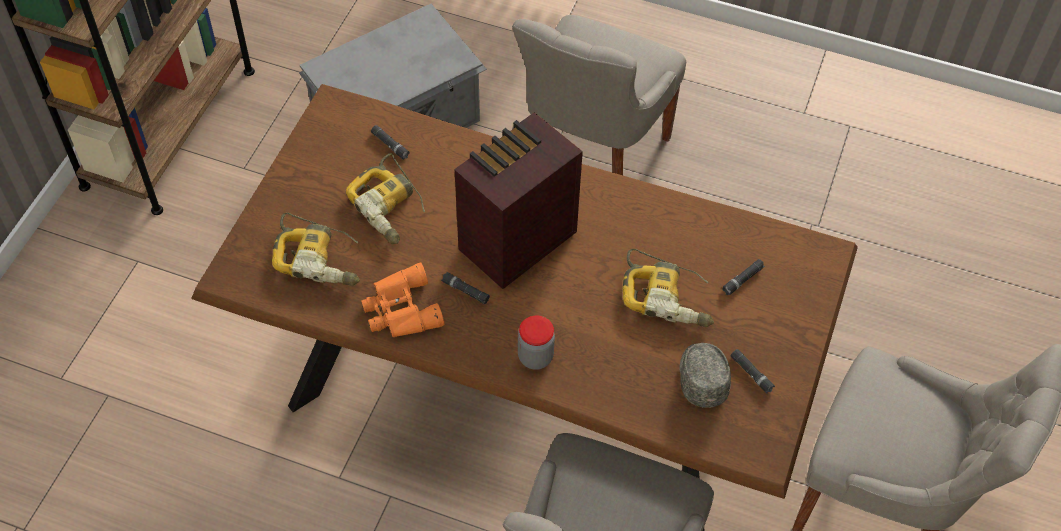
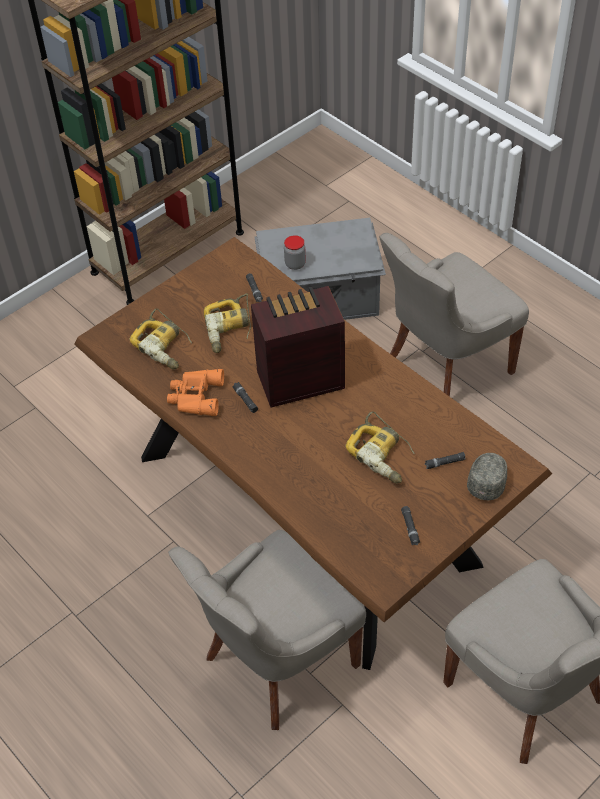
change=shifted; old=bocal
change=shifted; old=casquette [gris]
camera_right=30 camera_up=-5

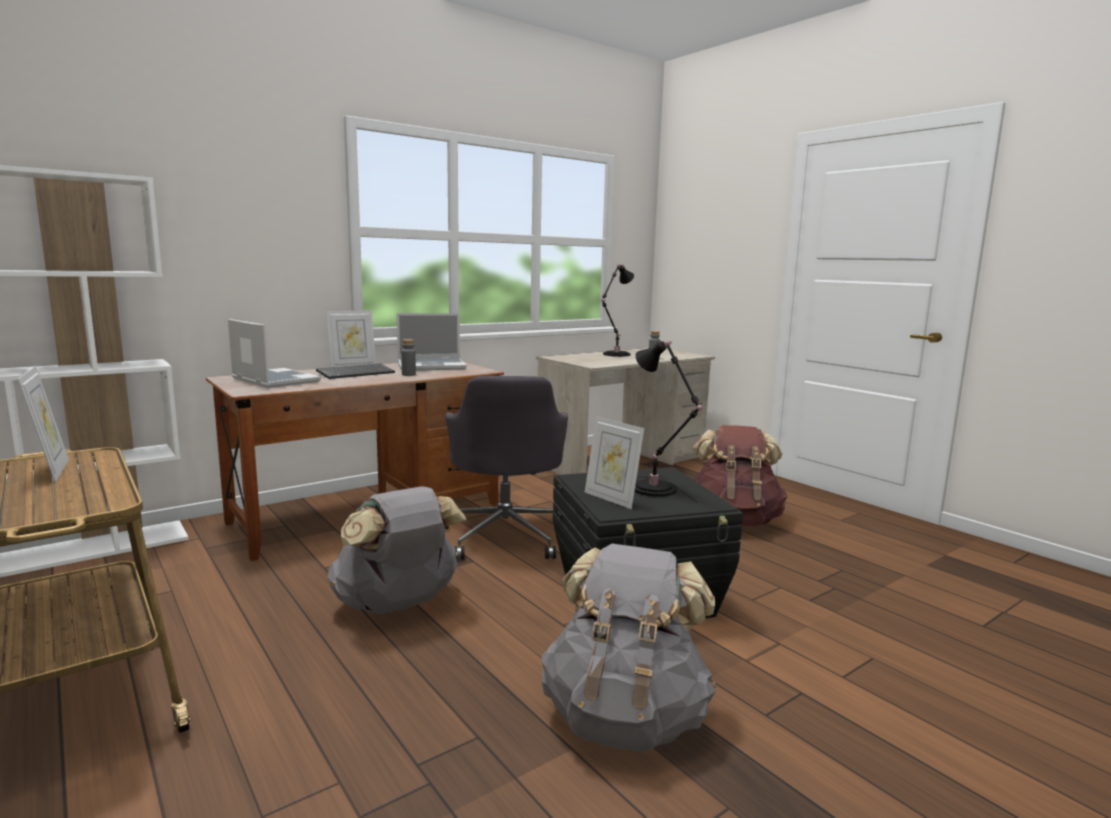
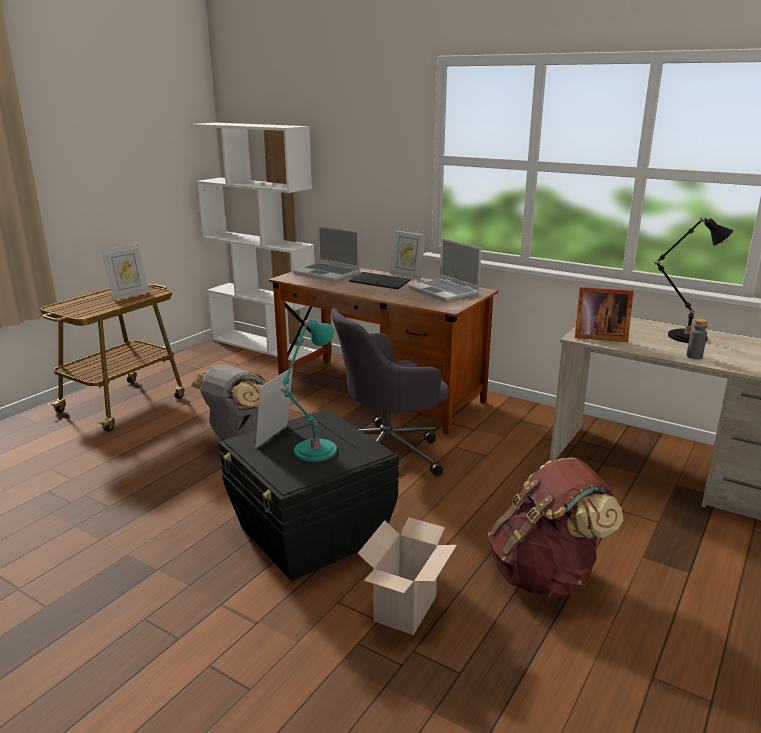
change=rotated; old=ordinateur portable (no. 1 from left); degrees=105
change=gone; old=bouteille [gris] (no. 1 from left)
change=gone; old=sac à dos [gris] (no. 2 from left)
change=repainted; old=lampe de table [noir] (no. 2 from left); new=lampe de table [turquoise]
change=new; new=carton
change=new; new=cadre photo (no. 4 from left)
camera_right=70 camera_up=10

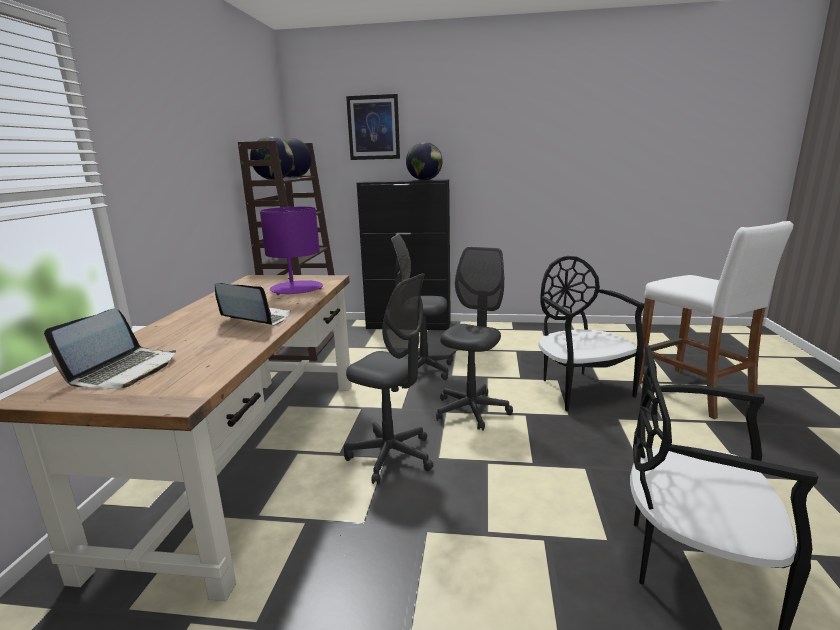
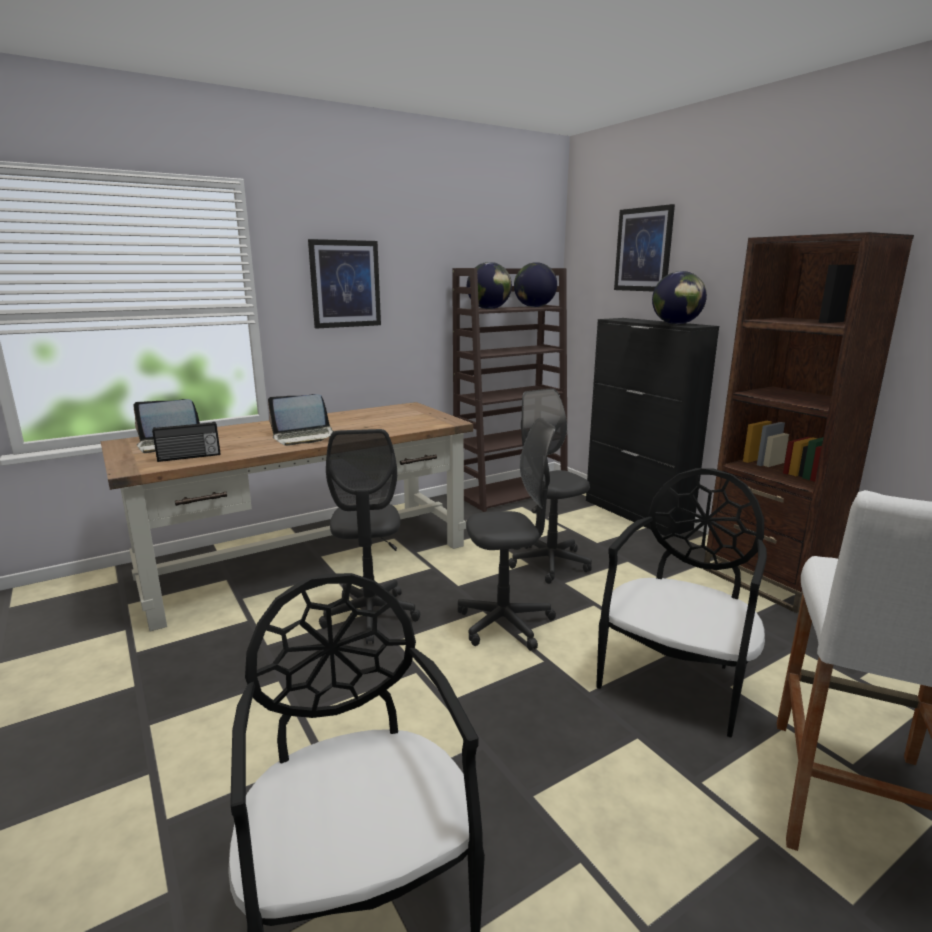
change=rotated; old=ordinateur portable (no. 2 from left); degrees=90
change=gone; old=lampe de table [violet]
change=new; new=radio
change=new; new=tableau (no. 1 from left)
change=new; new=bibliothèque [marron] (no. 2 from left)
camera_right=50 camera_up=0

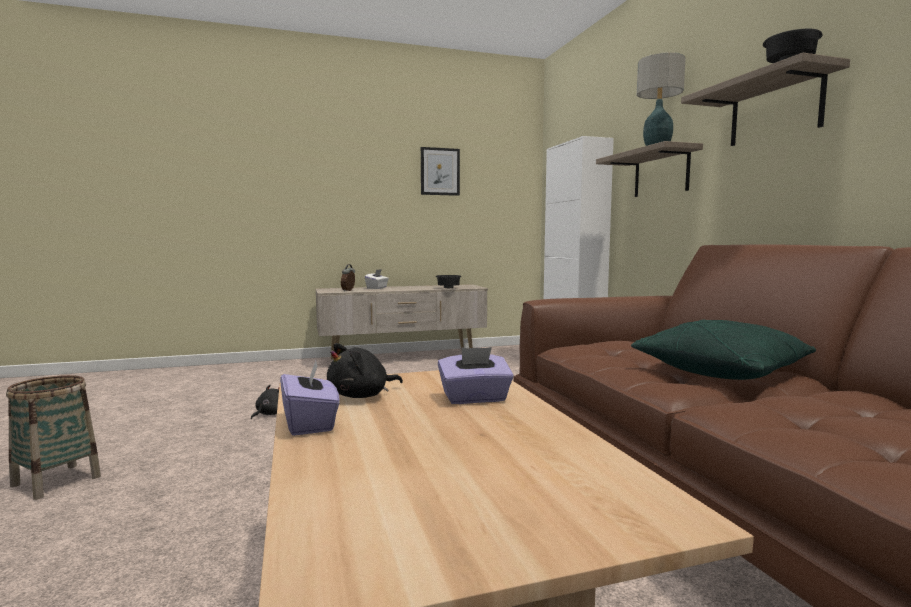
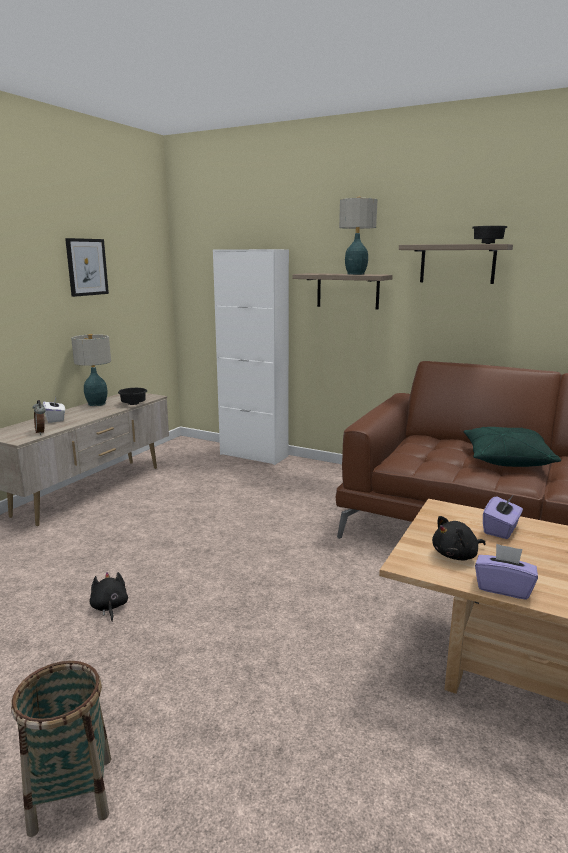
change=rotated; old=peluche [noir] (no. 2 from left); degrees=60
change=new; new=lampe de table (no. 1 from left)
camera_right=-45 camera_up=10

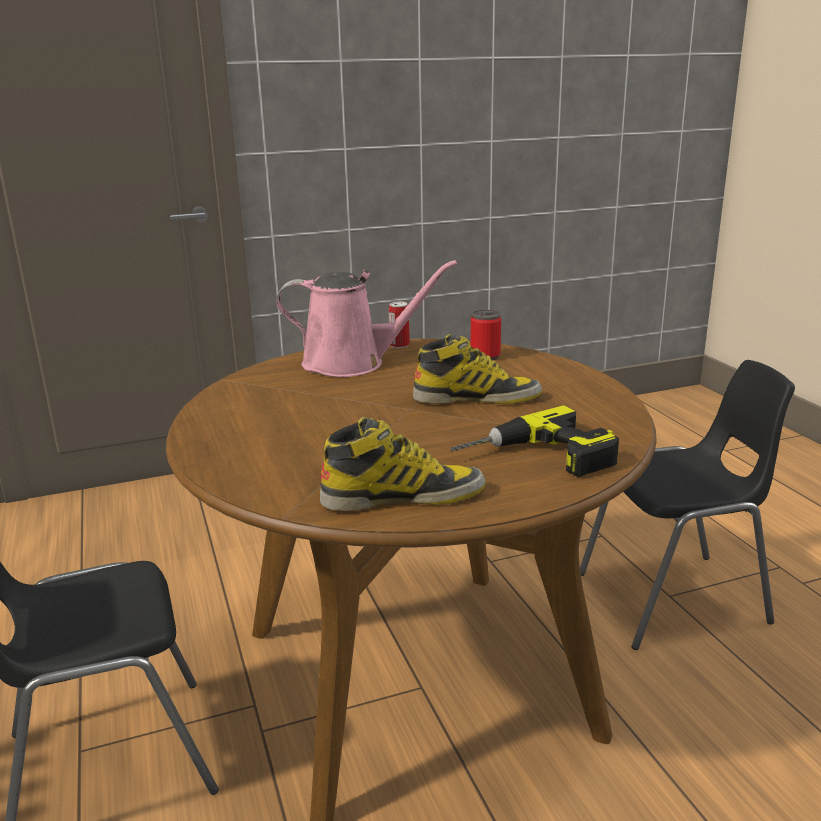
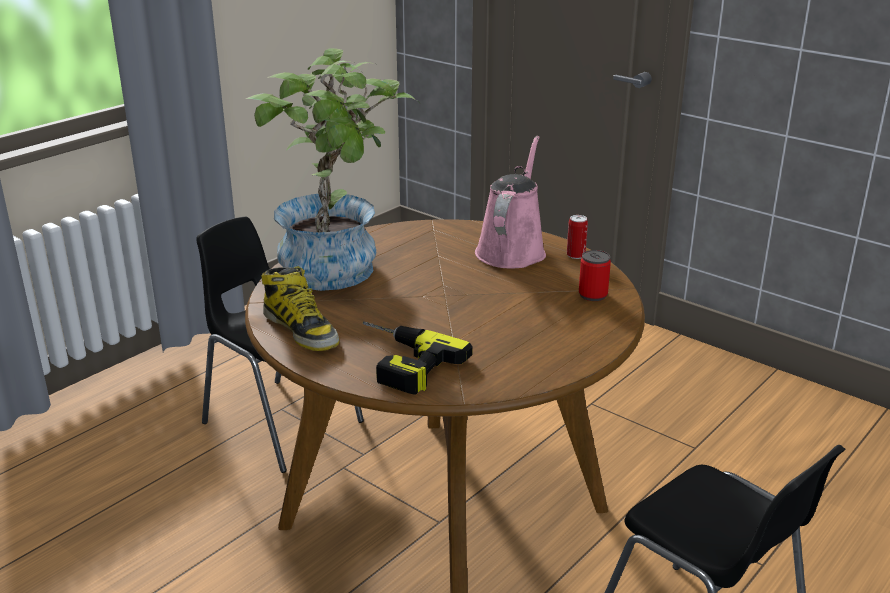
change=rotated; old=arrosoir [rose]; degrees=-135
change=gone; old=botte (no. 2 from left)
change=new; new=plante en pot
camera_right=60 camera_up=5

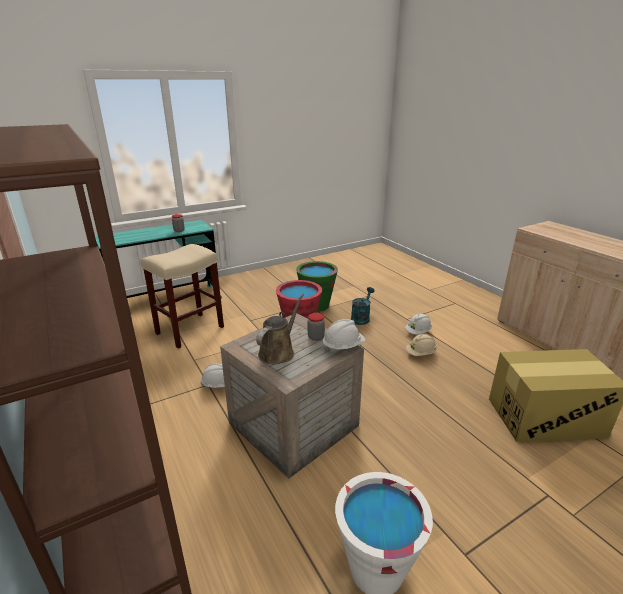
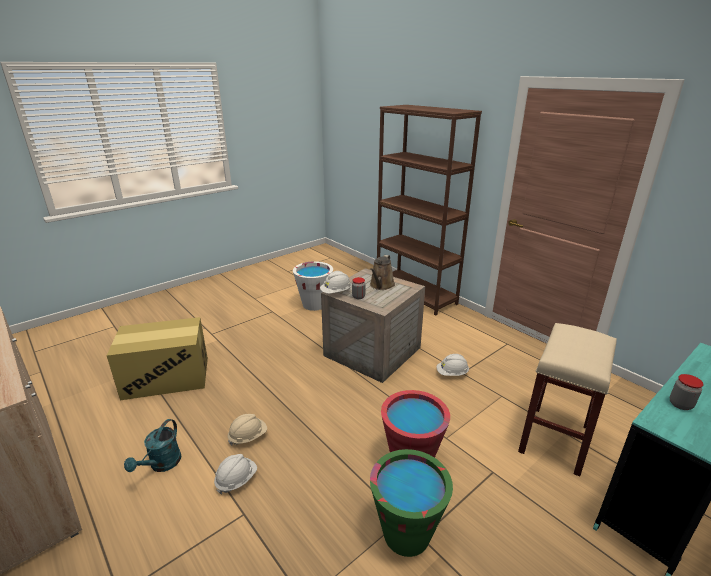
change=shifted; old=arrosoir [turquoise]
camera_right=170 camera_up=0

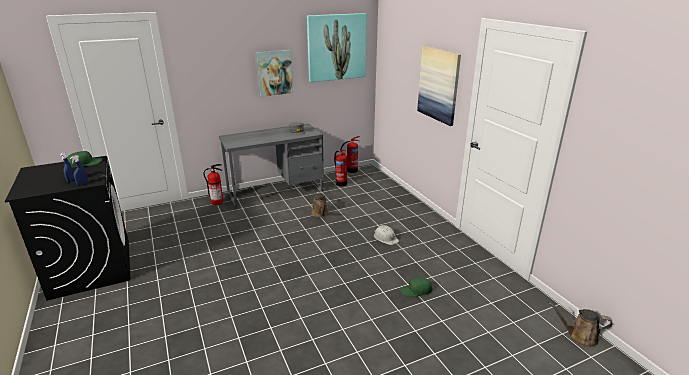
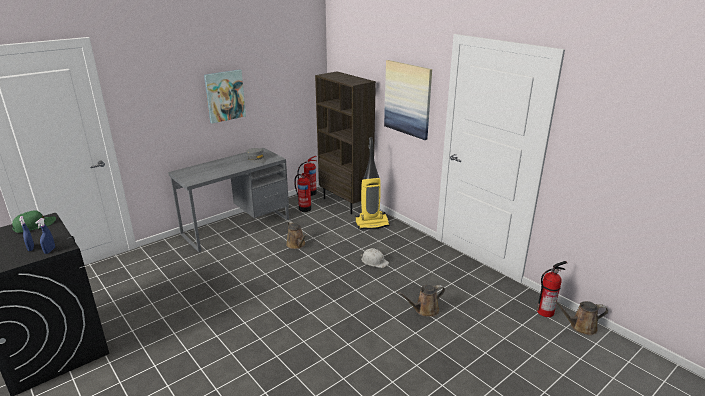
change=shifted; old=extincteur (no. 1 from left in the first image); new=extincteur (no. 3 from left)
change=gone; old=tableau (no. 2 from left)
change=swapped; old=casquette [vert] (no. 2 from left); new=arrosoir [marron] (no. 2 from left)
change=new; new=bibliothèque [marron]
change=new; new=aspirateur
camera_right=-15 camera_up=0

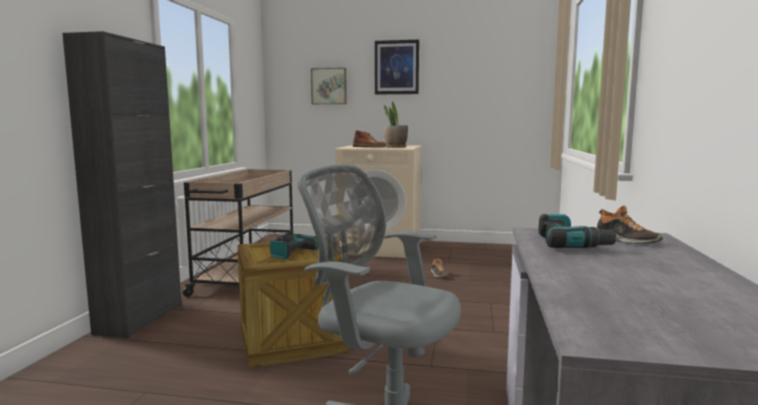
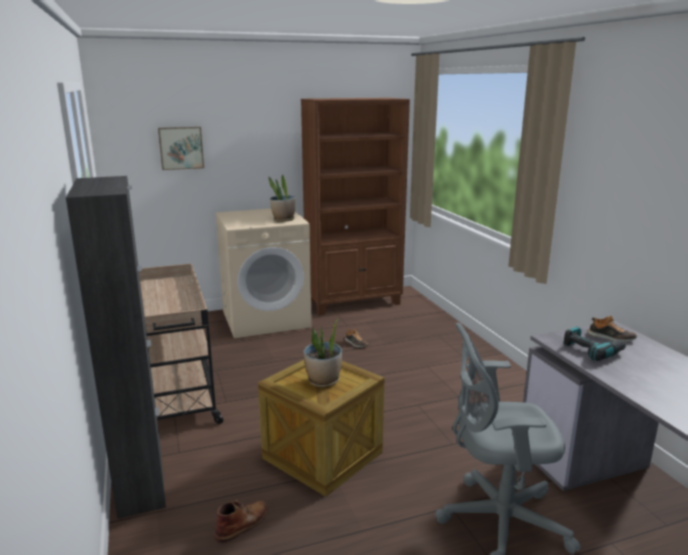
change=swapped; old=perceuse (no. 1 from left); new=plante en pot (no. 2 from left)
change=shifted; old=botte [marron]
change=gone; old=tableau (no. 2 from left)
change=new; new=bibliothèque [marron]
camera_right=-30 camera_up=10

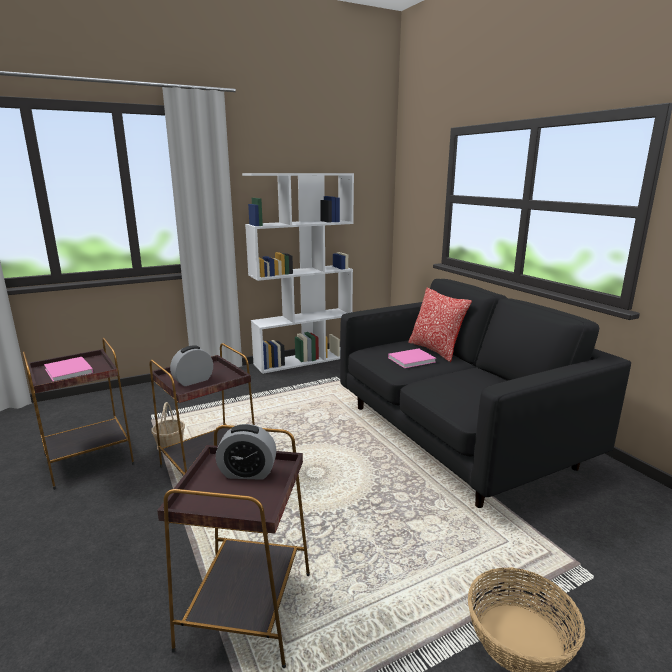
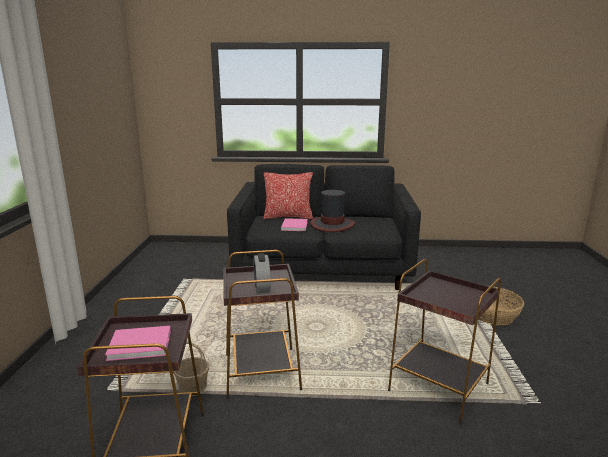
change=gone; old=réveil (no. 2 from left)
change=gone; old=bibliothèque [blanc]
change=new; new=chapeau
camera_right=-60 camera_up=0

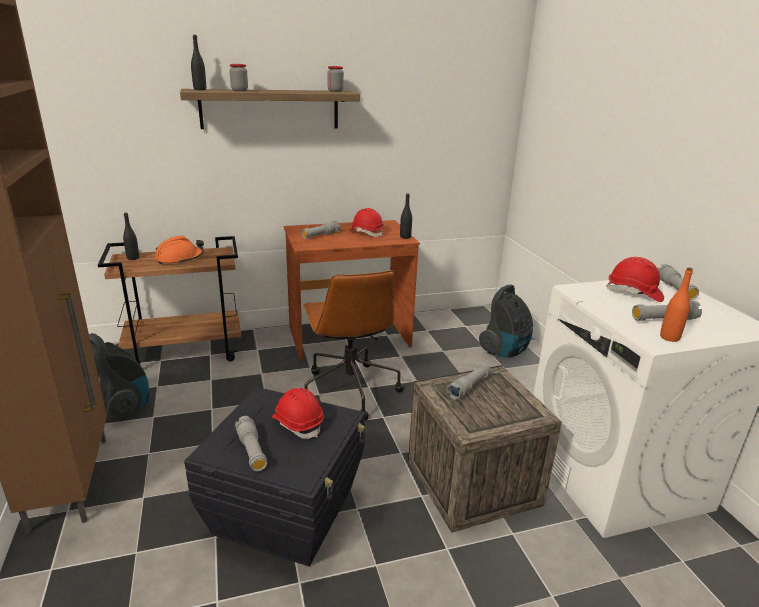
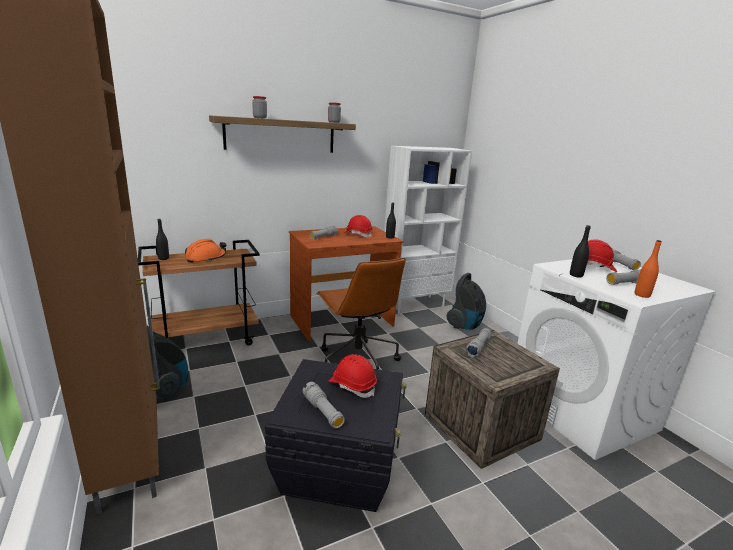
change=shifted; old=bouteille [noir] (no. 2 from left in the first image); new=bouteille [noir] (no. 3 from left)
change=new; new=bibliothèque [blanc]
camera_right=-10 camera_up=-5

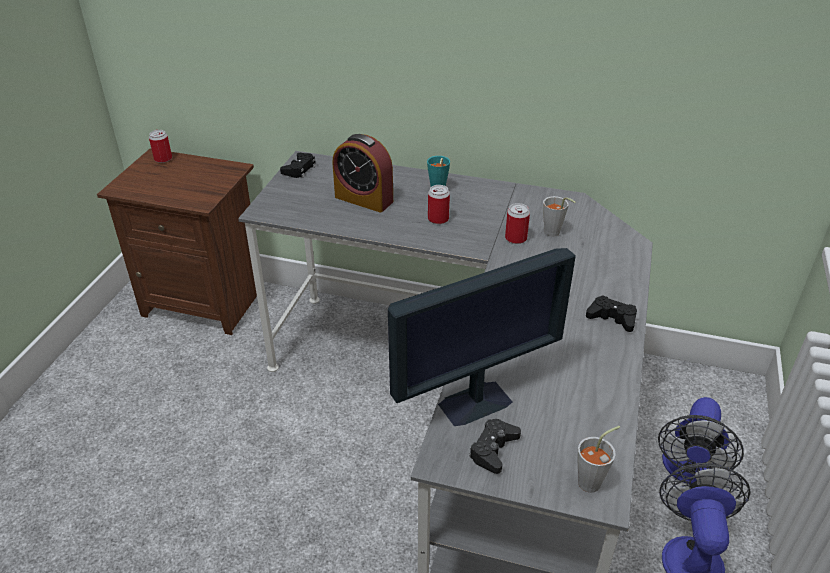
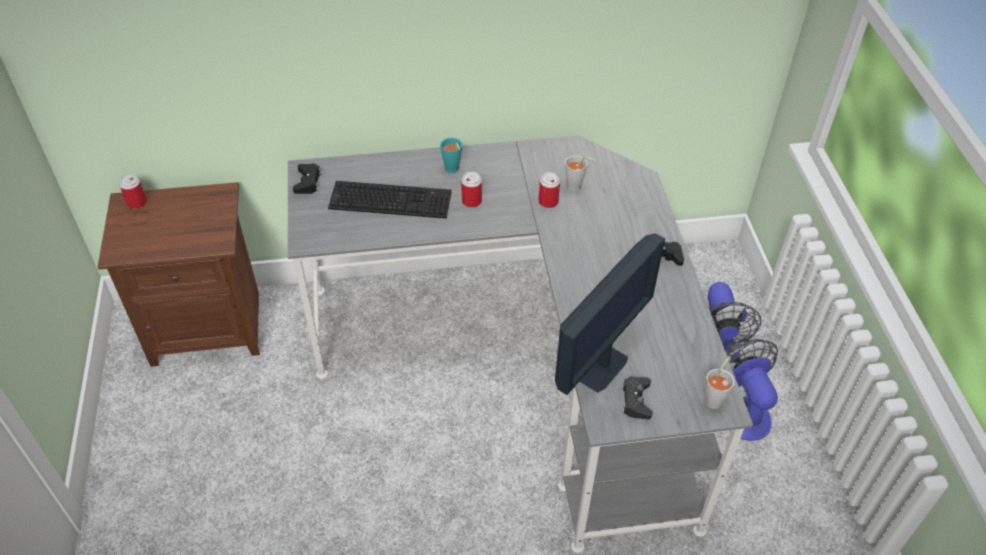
change=swapped; old=réveil; new=clavier
camera_right=-25 camera_up=10

